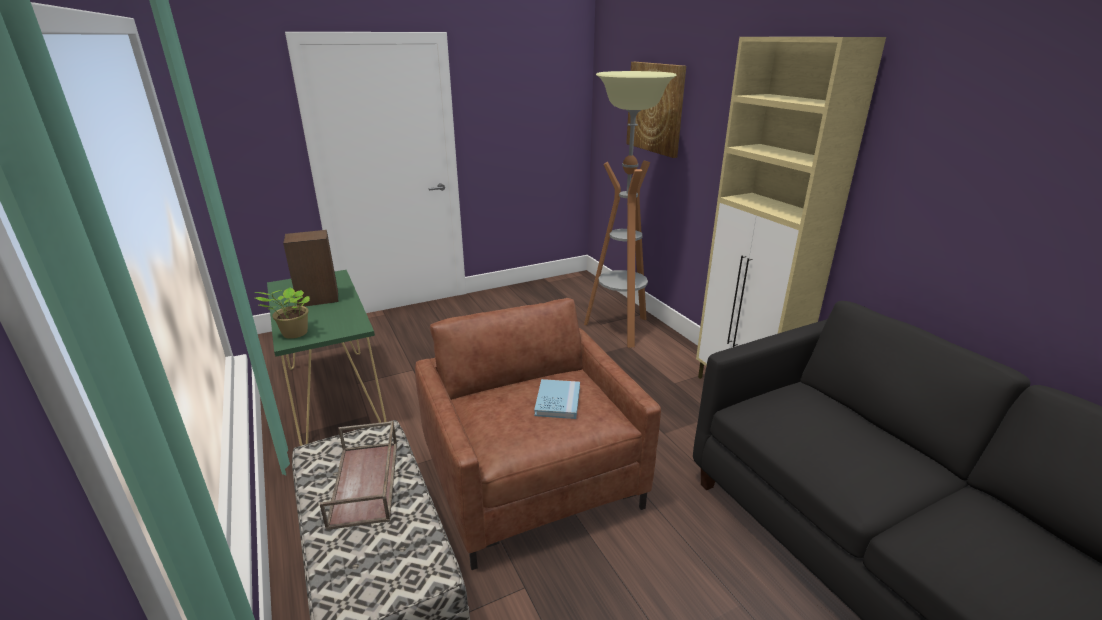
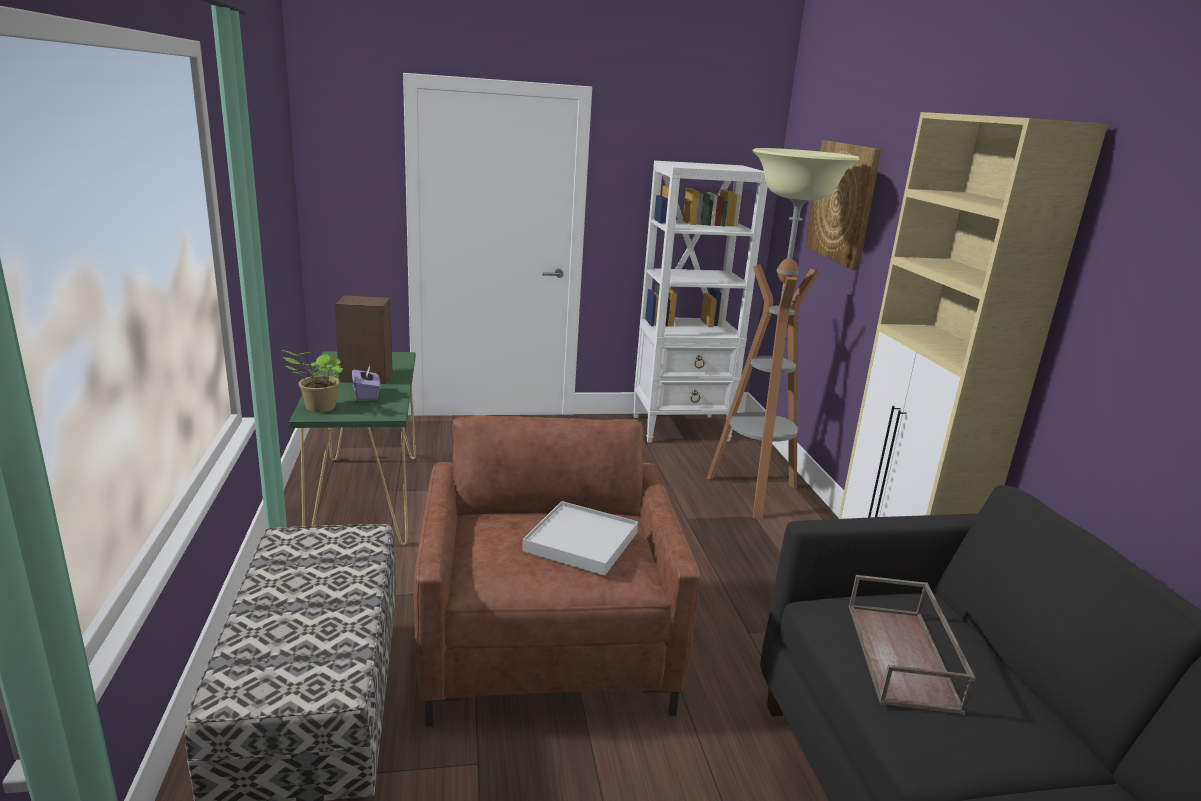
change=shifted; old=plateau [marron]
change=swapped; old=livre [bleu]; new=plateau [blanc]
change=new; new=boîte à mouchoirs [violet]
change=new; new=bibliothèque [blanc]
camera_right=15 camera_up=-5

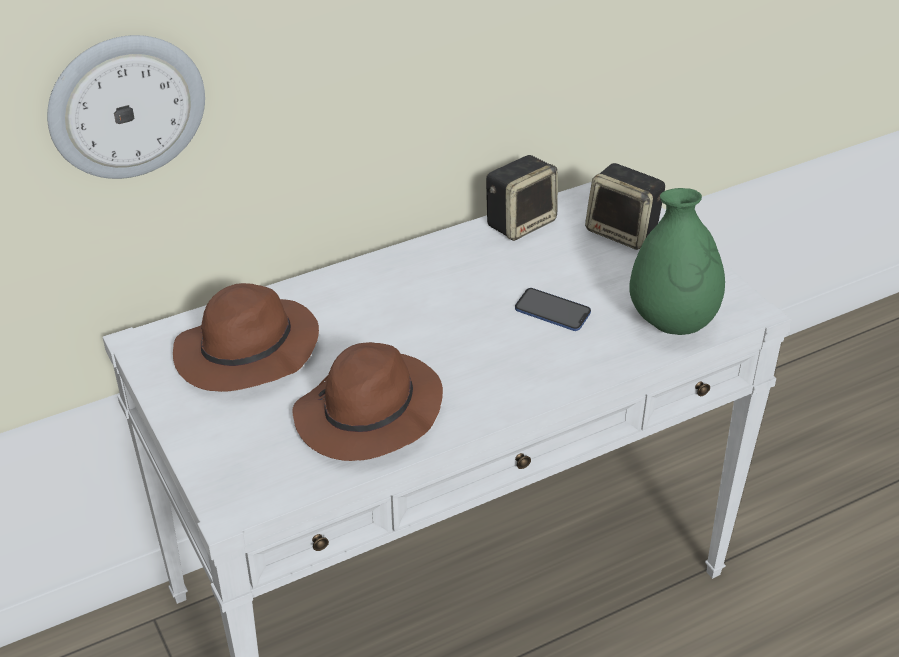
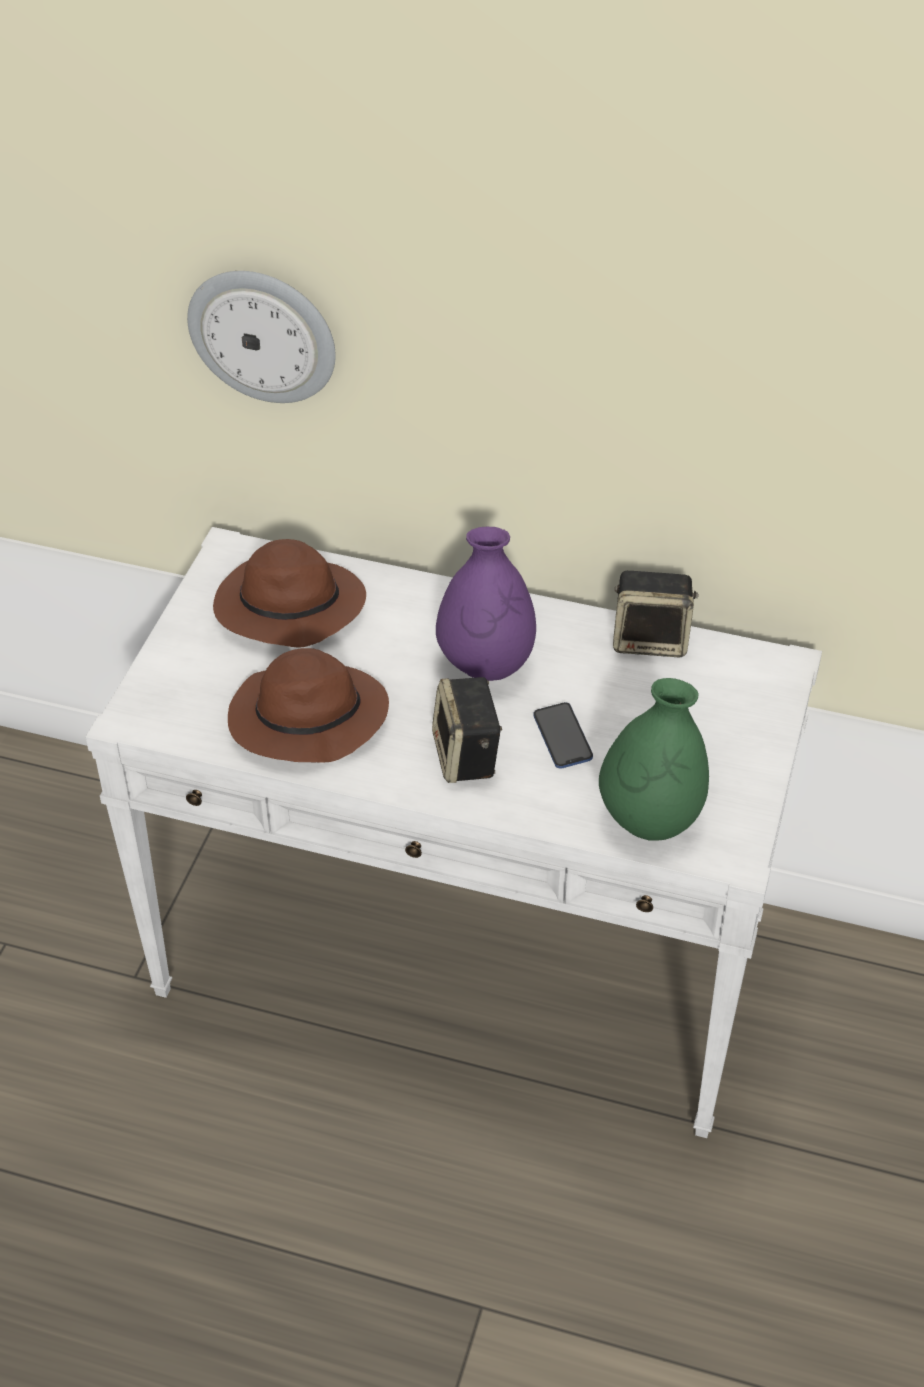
change=shifted; old=enceinte (no. 2 from left in the first image); new=enceinte (no. 1 from left)
change=new; new=vase [violet]
camera_right=45 camera_up=5

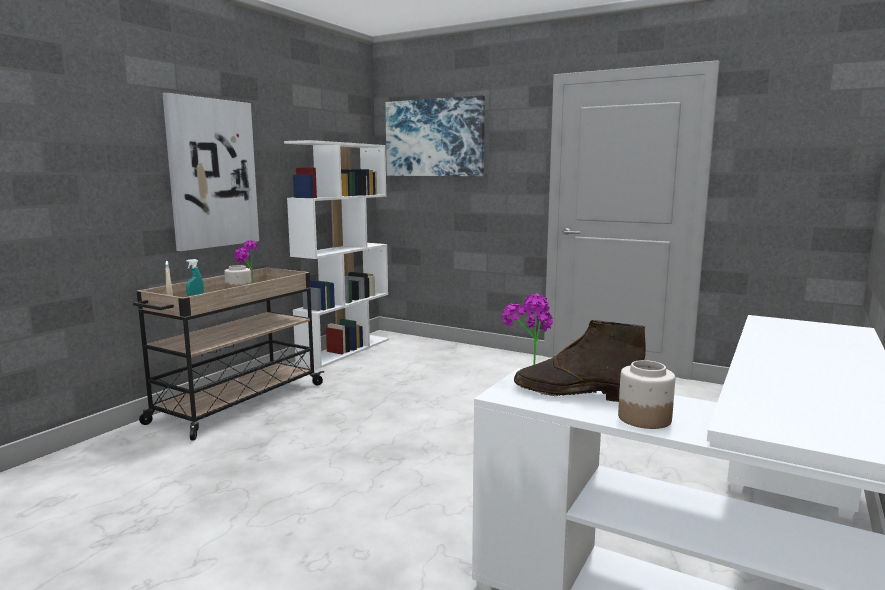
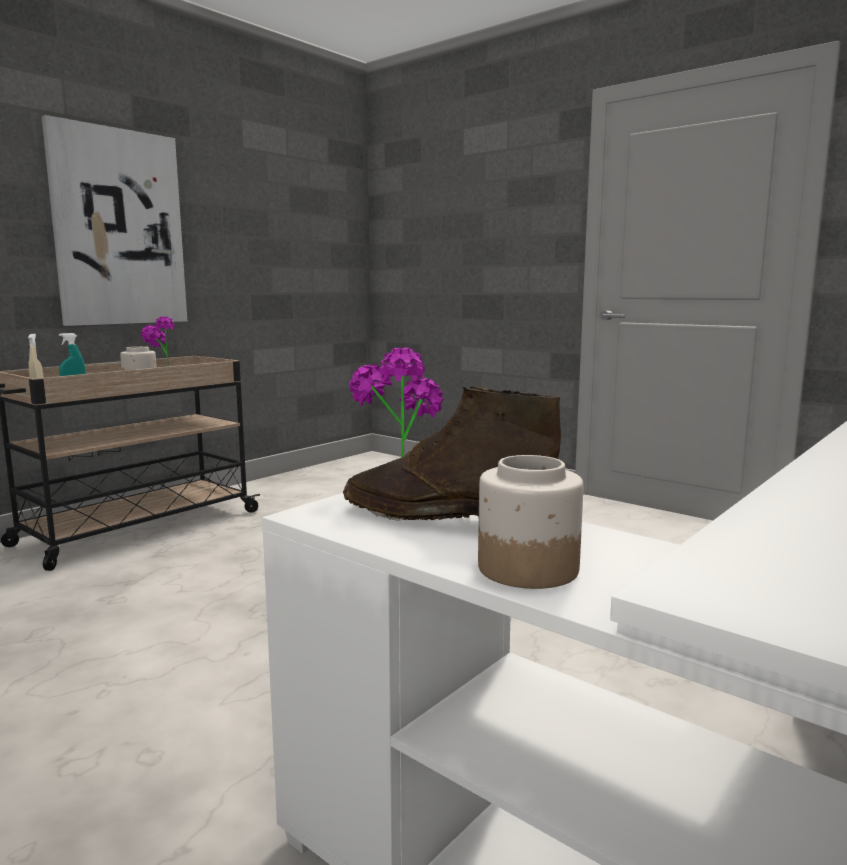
change=gone; old=bibliothèque [blanc]
change=gone; old=tableau (no. 2 from left)
camera_right=10 camera_up=0

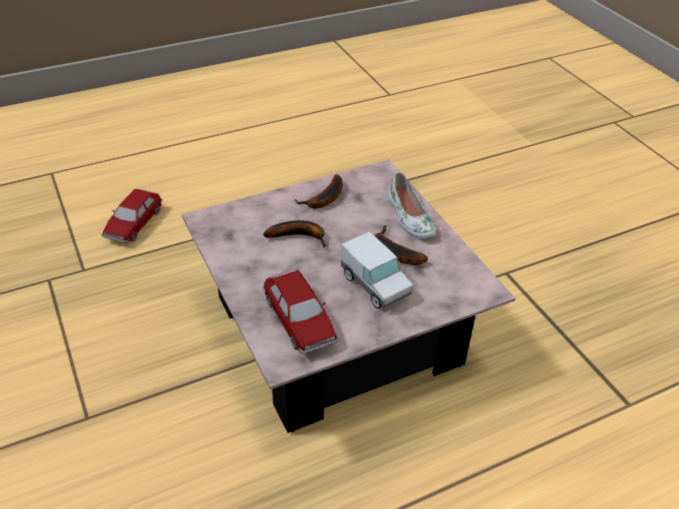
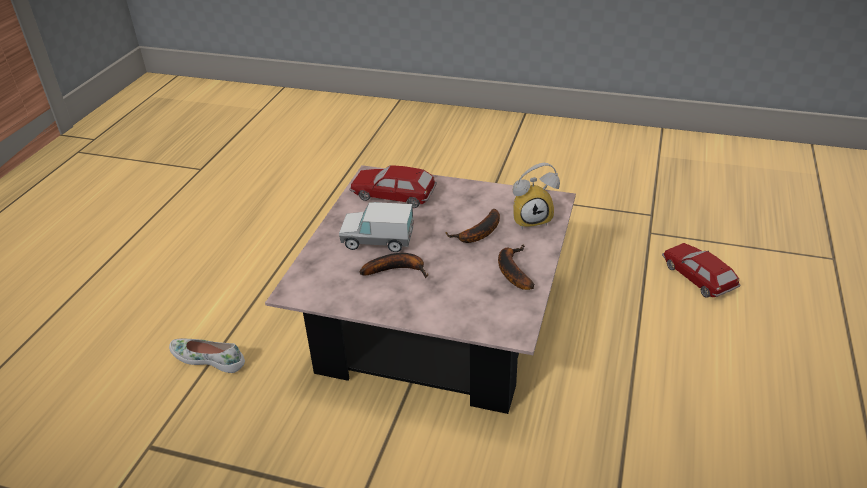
change=shifted; old=chaussure [blanc]
change=new; new=réveil
camera_right=135 camera_up=-5

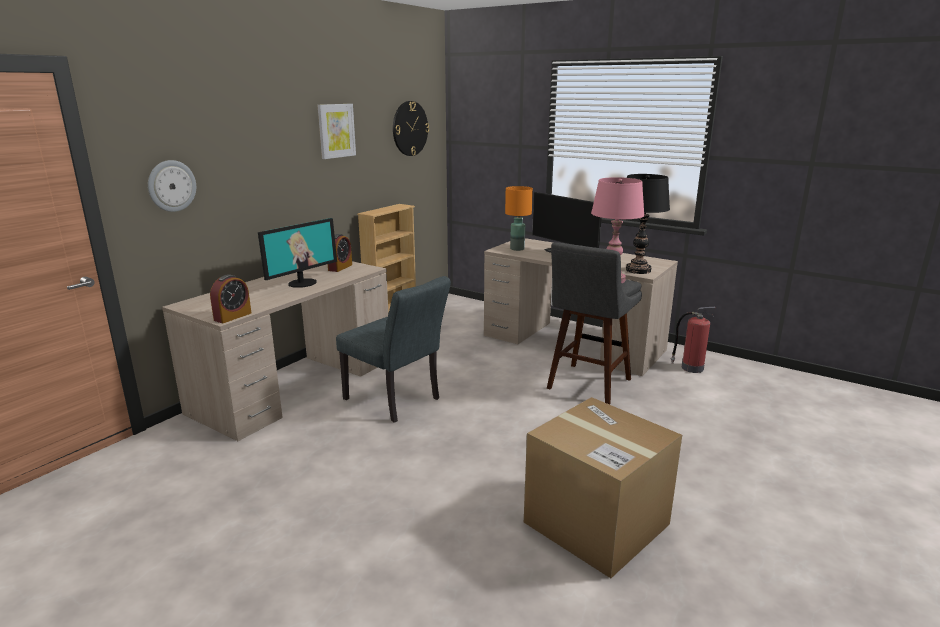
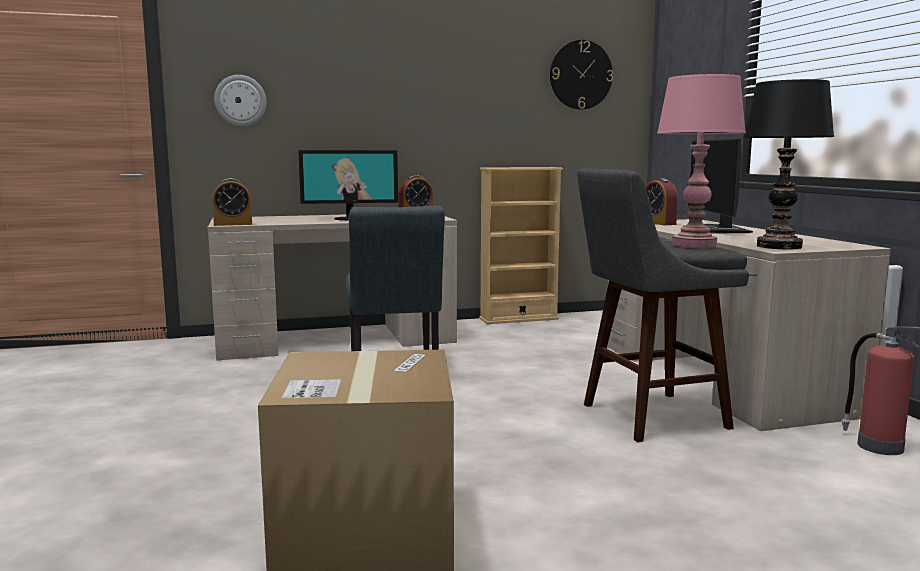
change=gone; old=tableau
change=swapped; old=lampe de table [orange]; new=réveil (no. 3 from left)
camera_right=40 camera_up=-10

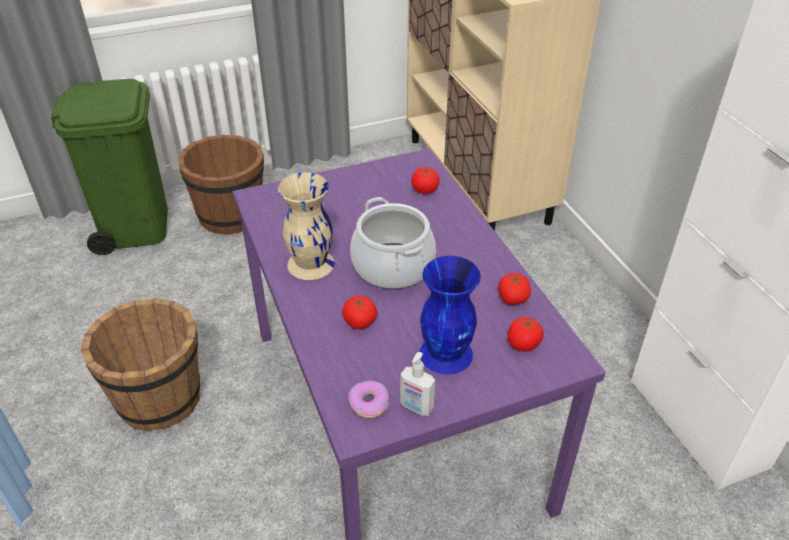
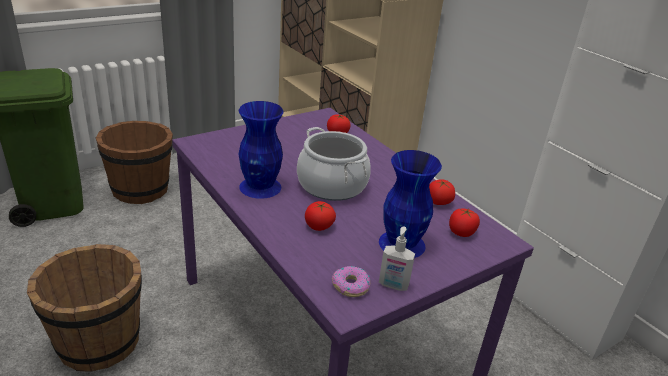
change=repainted; old=vase [beige]; new=vase [bleu] (no. 1 from left)
camera_right=-15 camera_up=-10

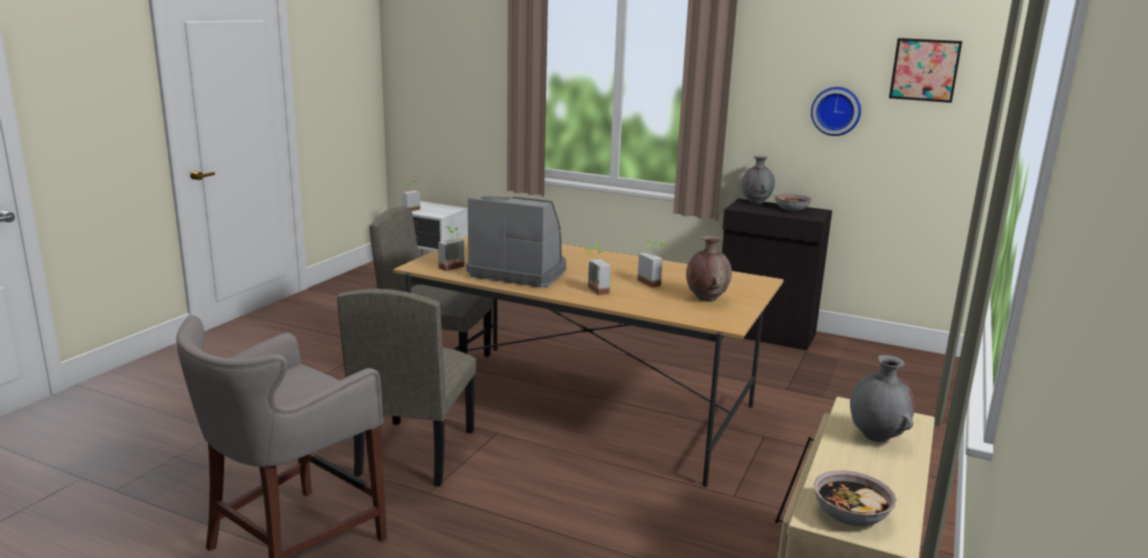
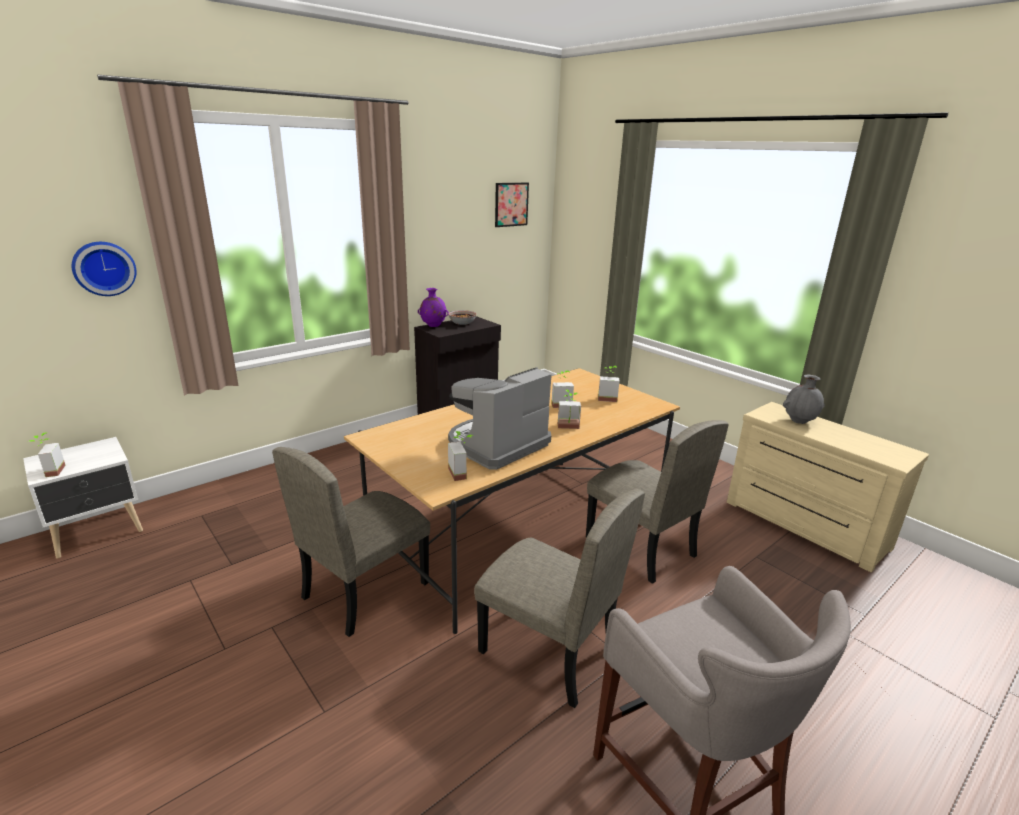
change=swapped; old=vase [marron]; new=plante en pot (no. 5 from left)
change=repainted; old=vase [gris] (no. 1 from left); new=vase [violet]
change=shifted; old=horloge murale
change=gone; old=bol (no. 2 from left)
change=new; new=chaise [beige] (no. 3 from left)
camera_right=-65 camera_up=5

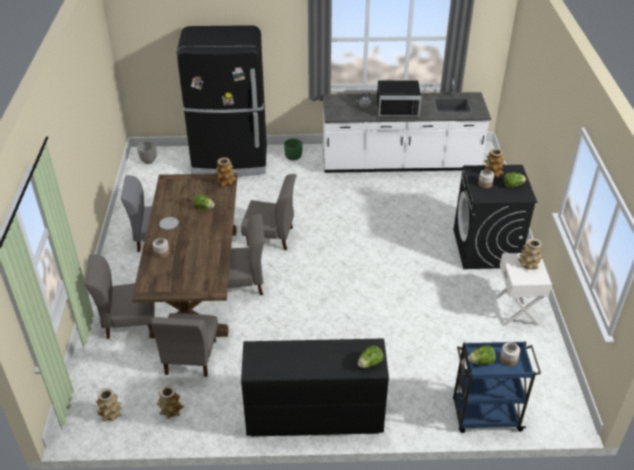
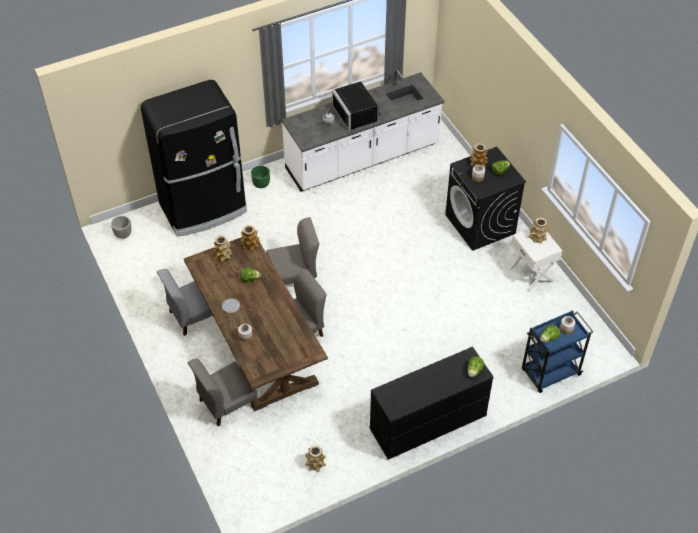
change=shifted; old=vase (no. 1 from left)
change=gone; old=chaise [gris] (no. 3 from left)
change=rotated; old=micro-ondes [noir]; degrees=90
camera_right=-25 camera_up=10

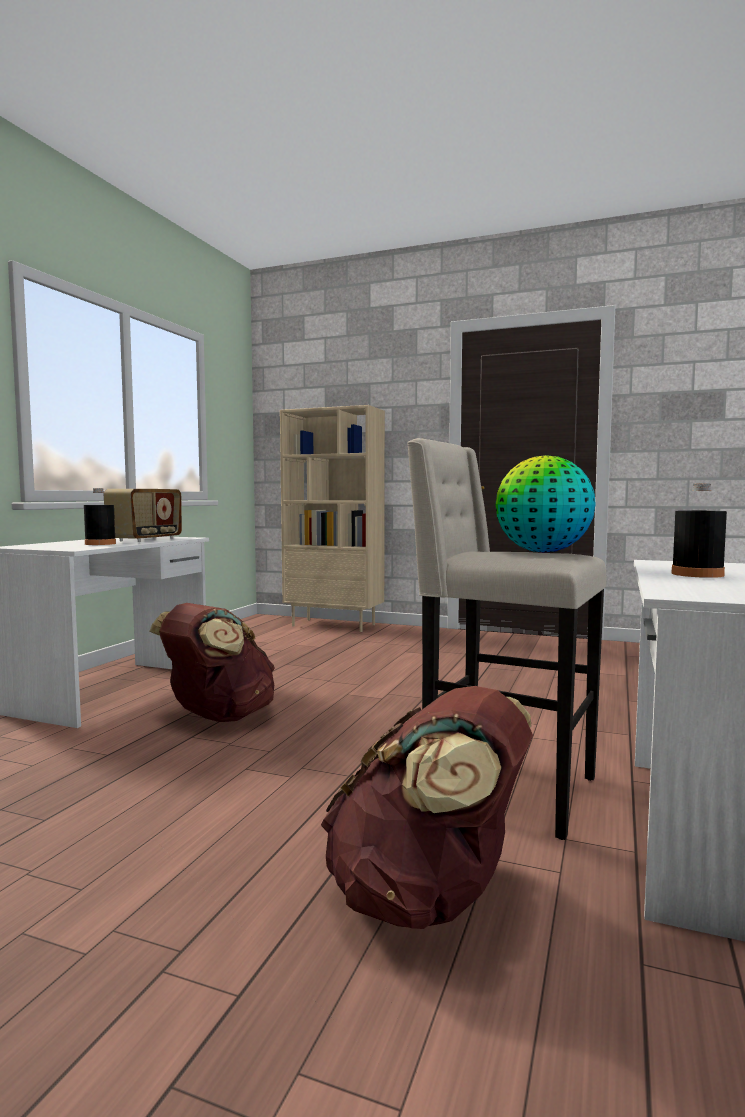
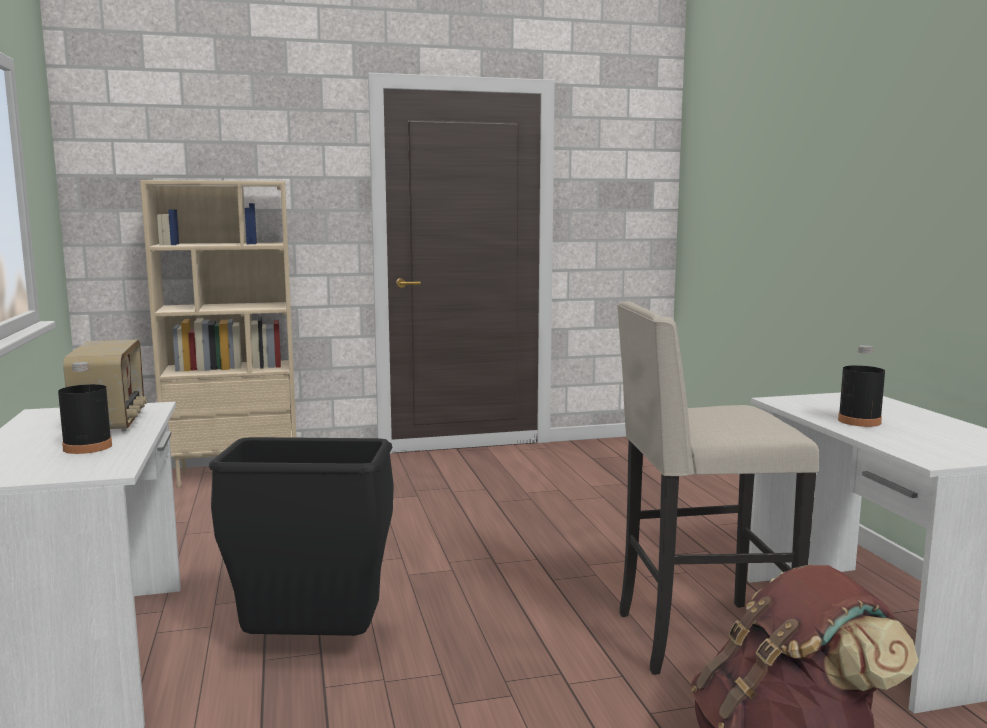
change=swapped; old=sac à dos [marron] (no. 1 from left); new=poubelle [noir]
change=gone; old=globe
camera_right=-35 camera_up=5

